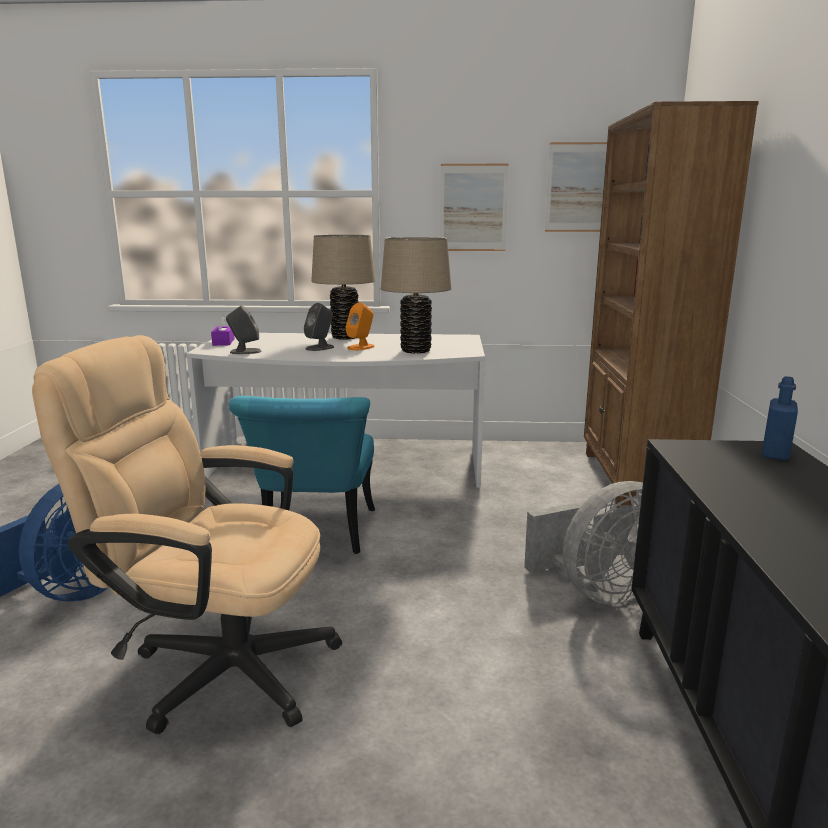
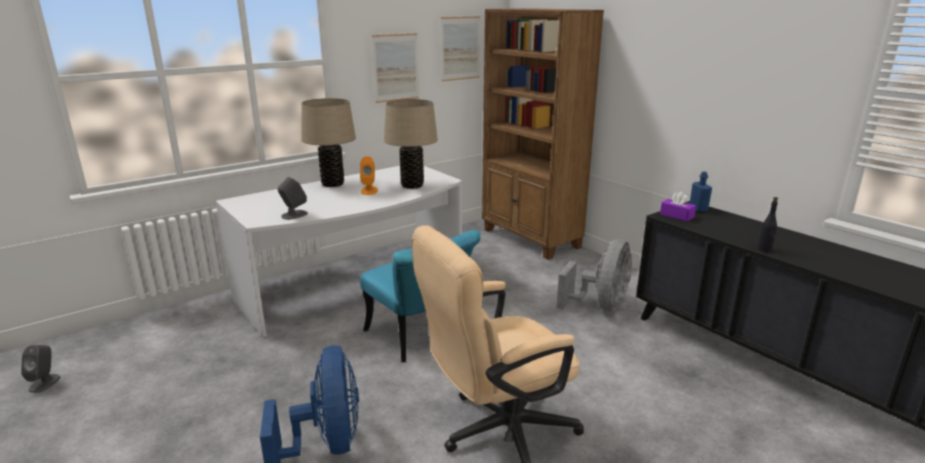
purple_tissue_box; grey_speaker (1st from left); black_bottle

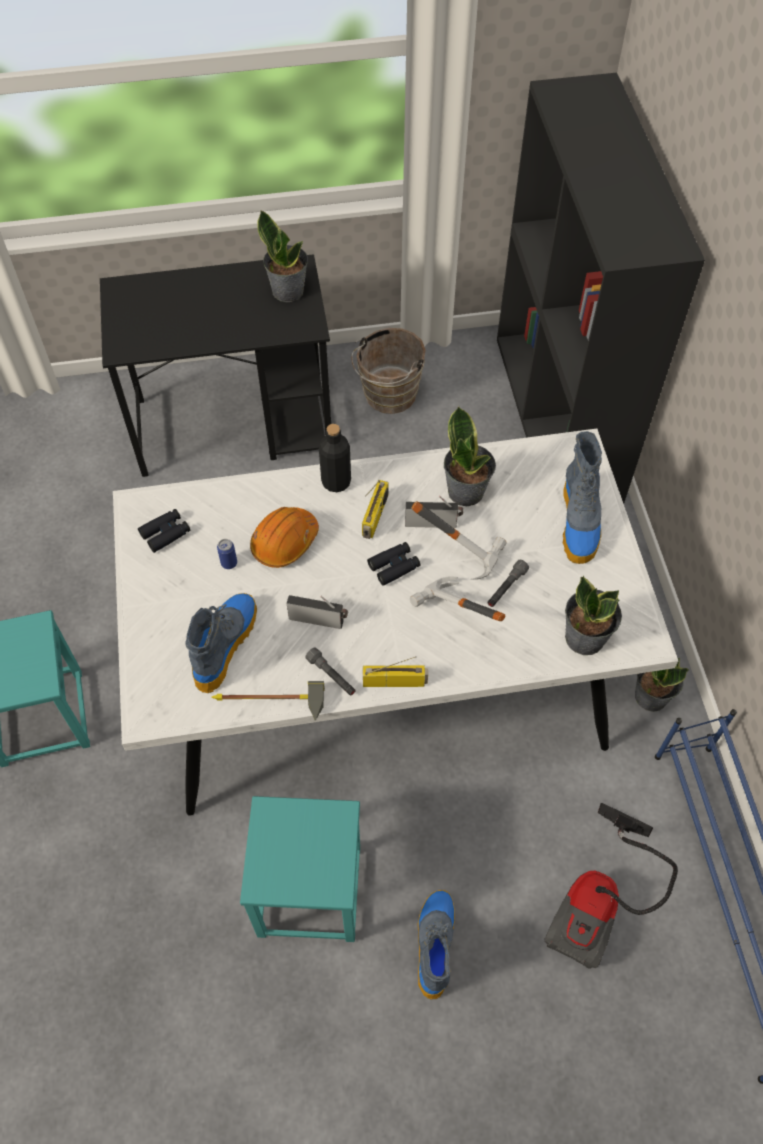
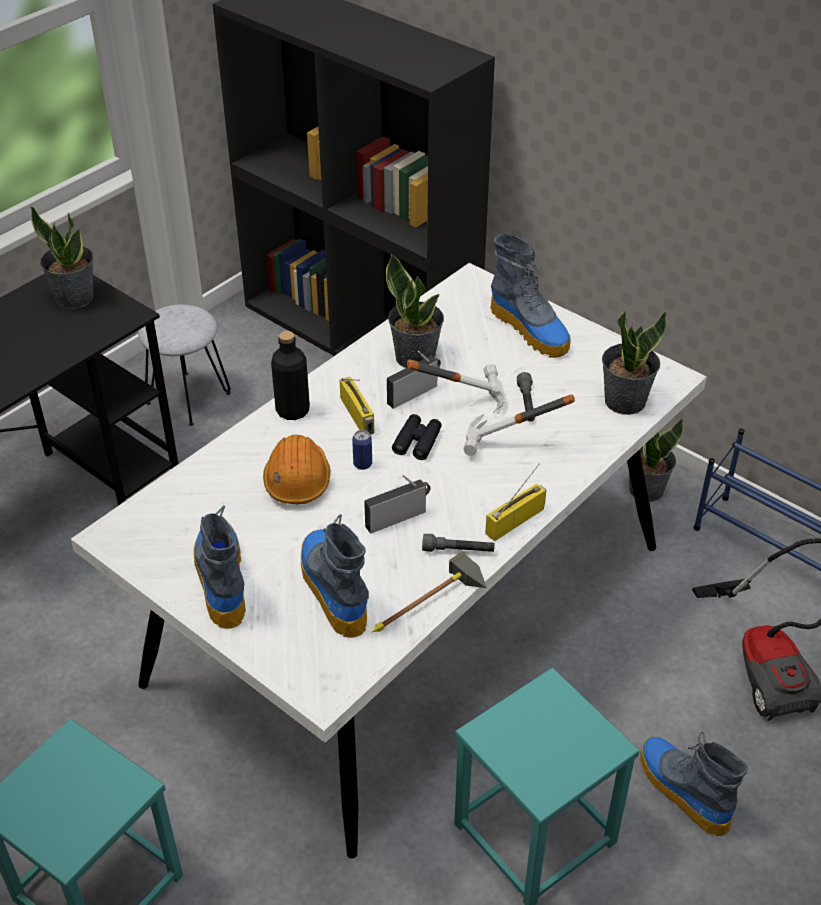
black_binoculars (1st from left in the first image); can; grey_stool; boot (1st from left)

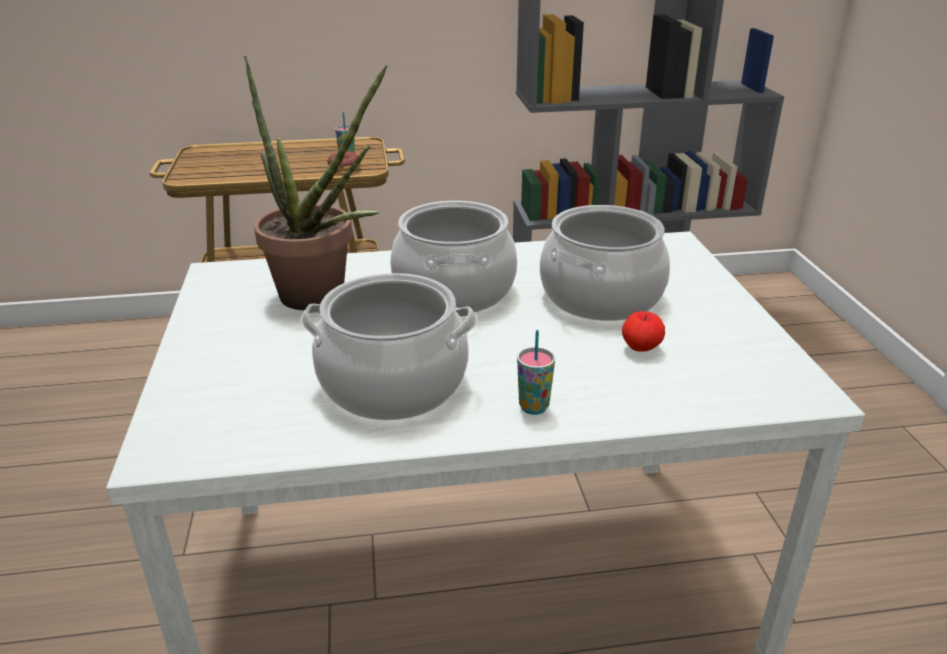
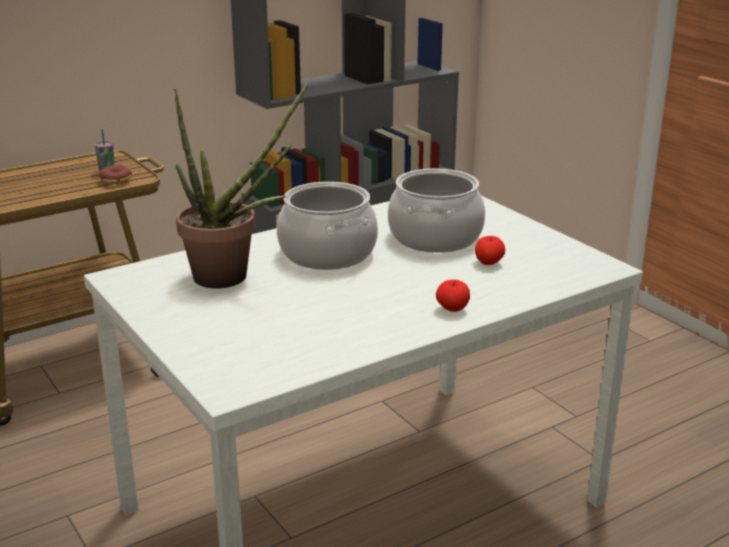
cooking_pot (1st from left in the first image); apple (1st from left)

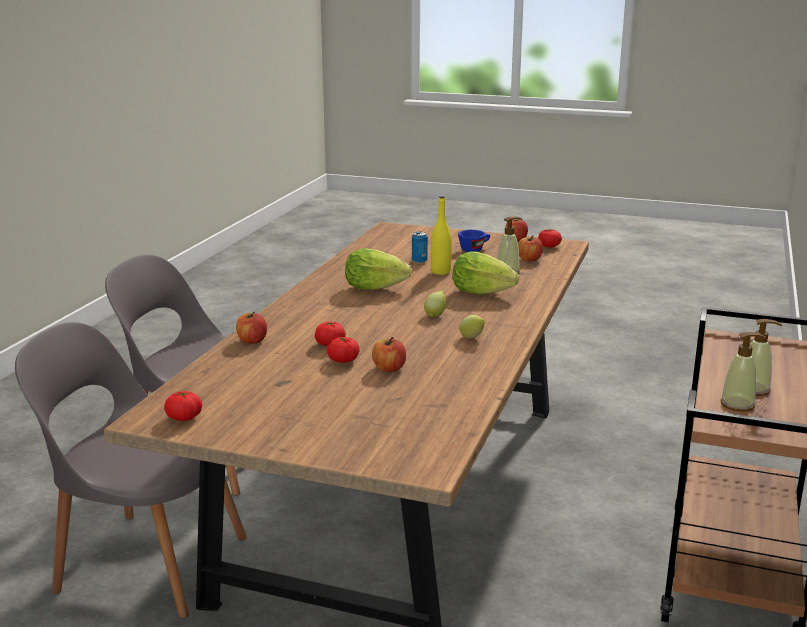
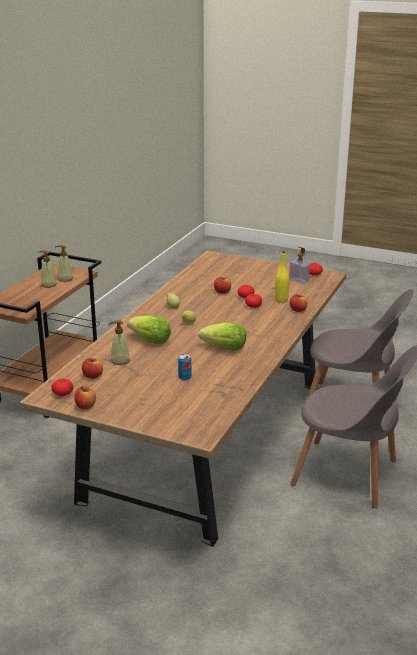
yellow_bottle; blue_cup; soap_dispenser (4th from left)

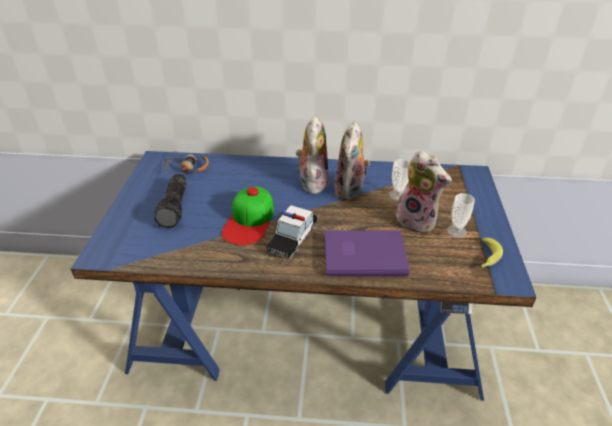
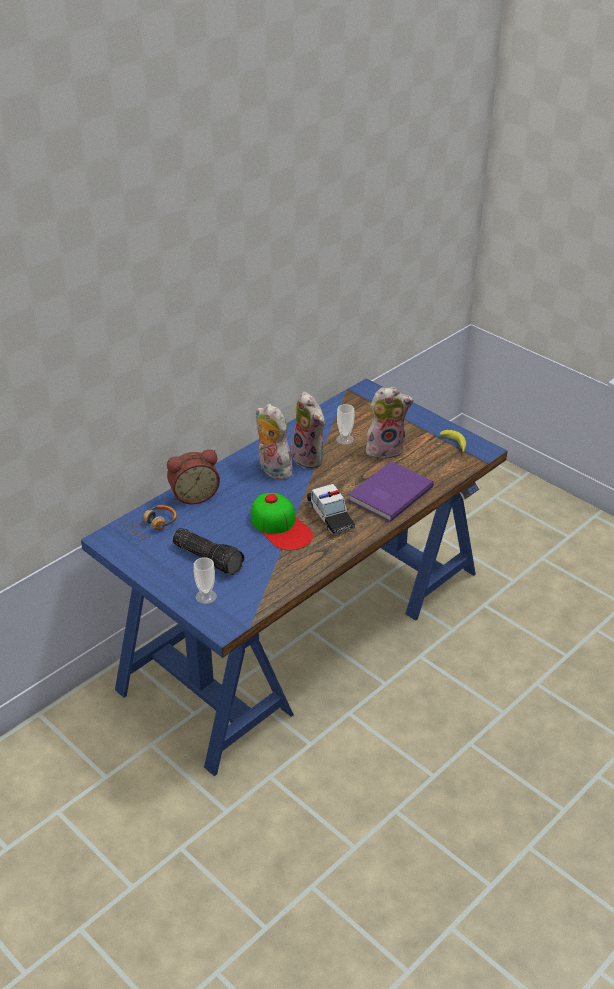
cup (1st from left); alarm_clock

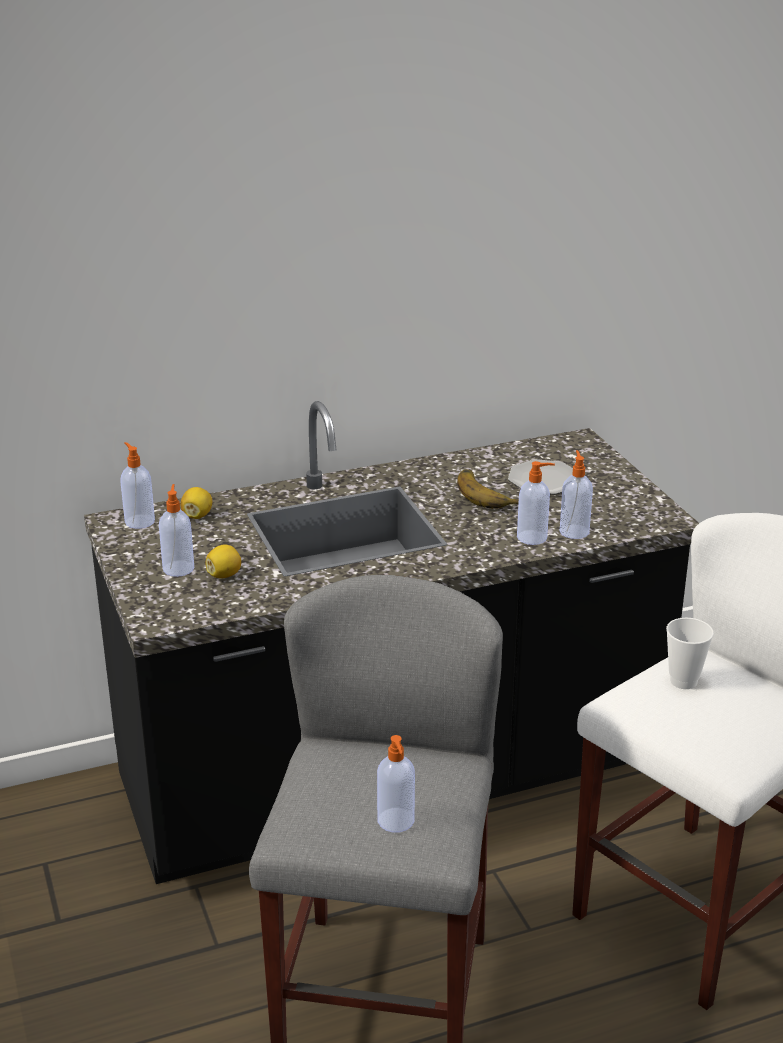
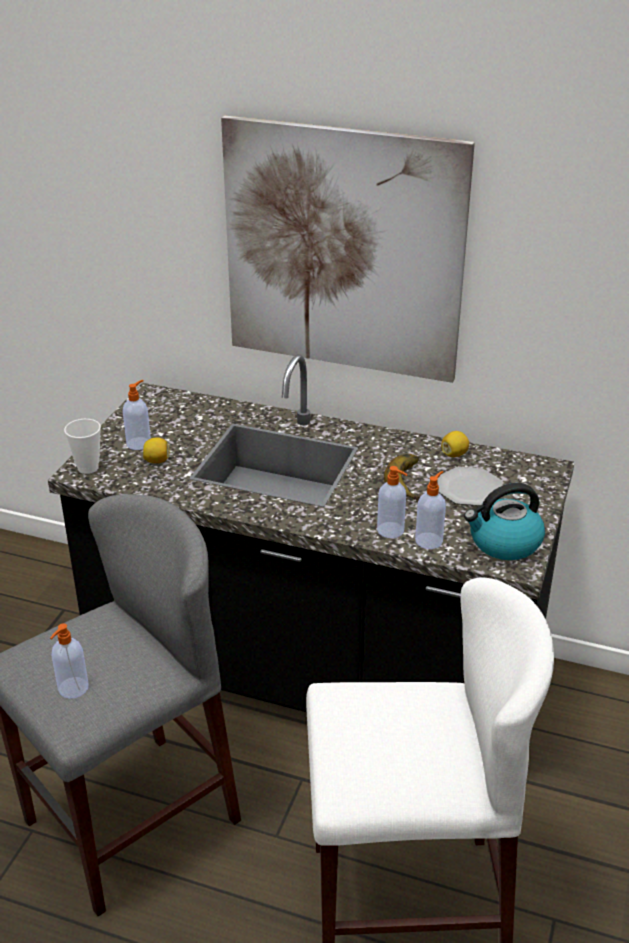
soap_dispenser (1st from left in the first image); lemon (2nd from left); cup; picture; kettle

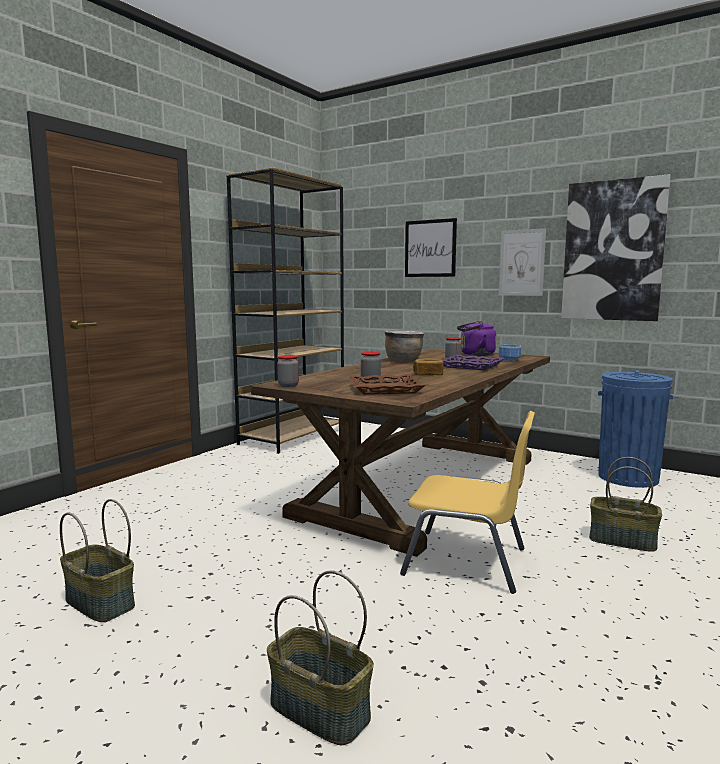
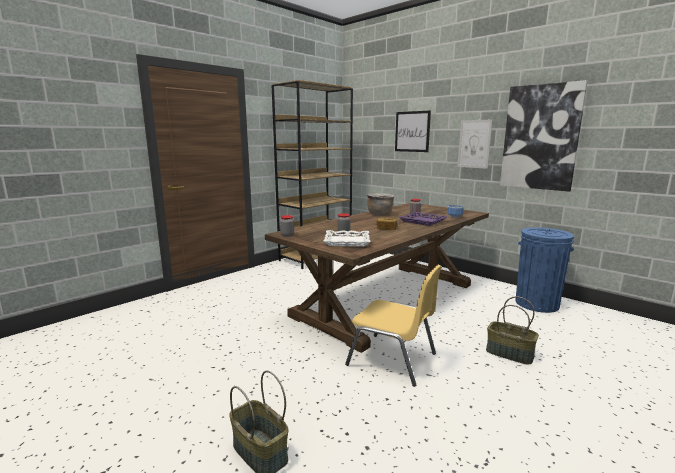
basket (1st from left in the first image); white_tray; purple_kettle

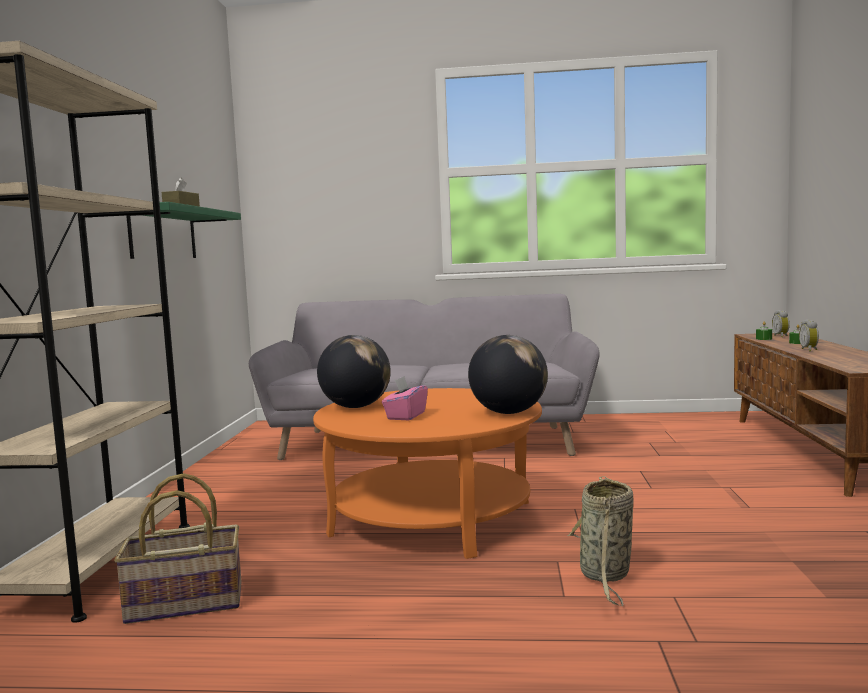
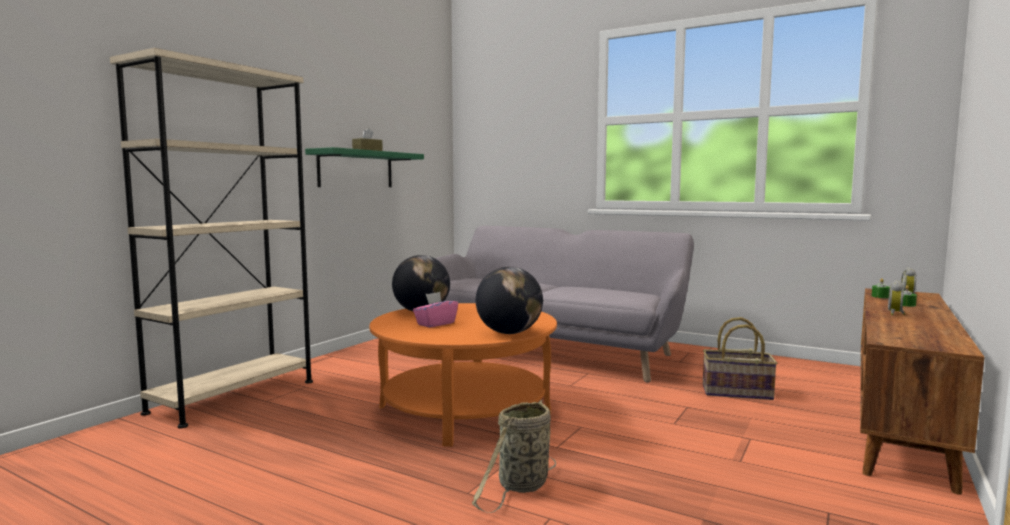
basket (2nd from left)

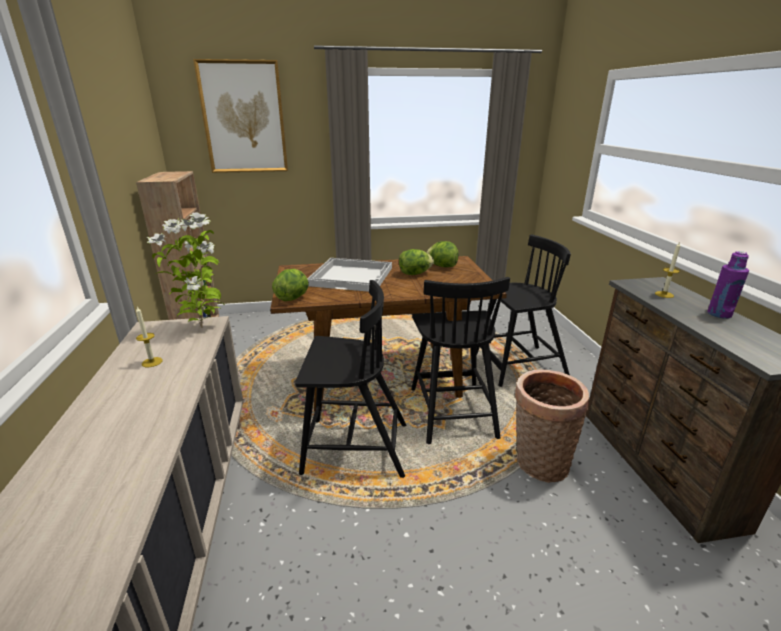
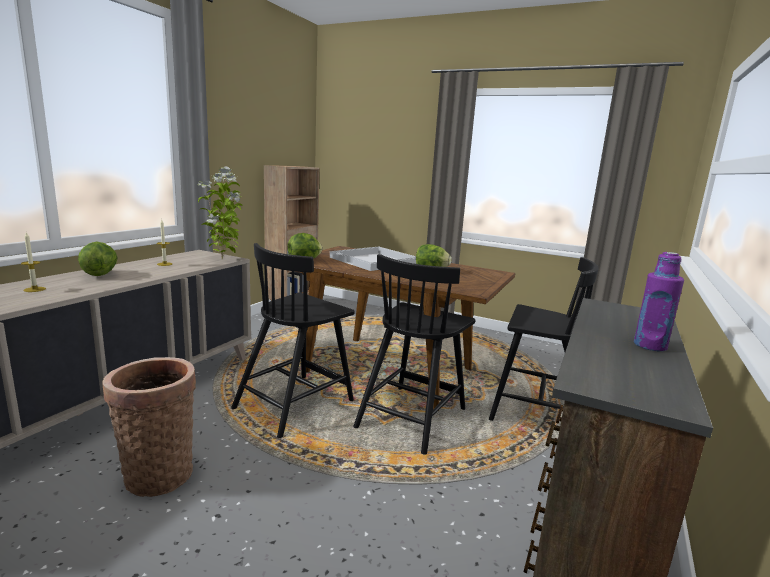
picture; black_chair (1st from left); lettuce (1st from left); basket; candle (1st from left)

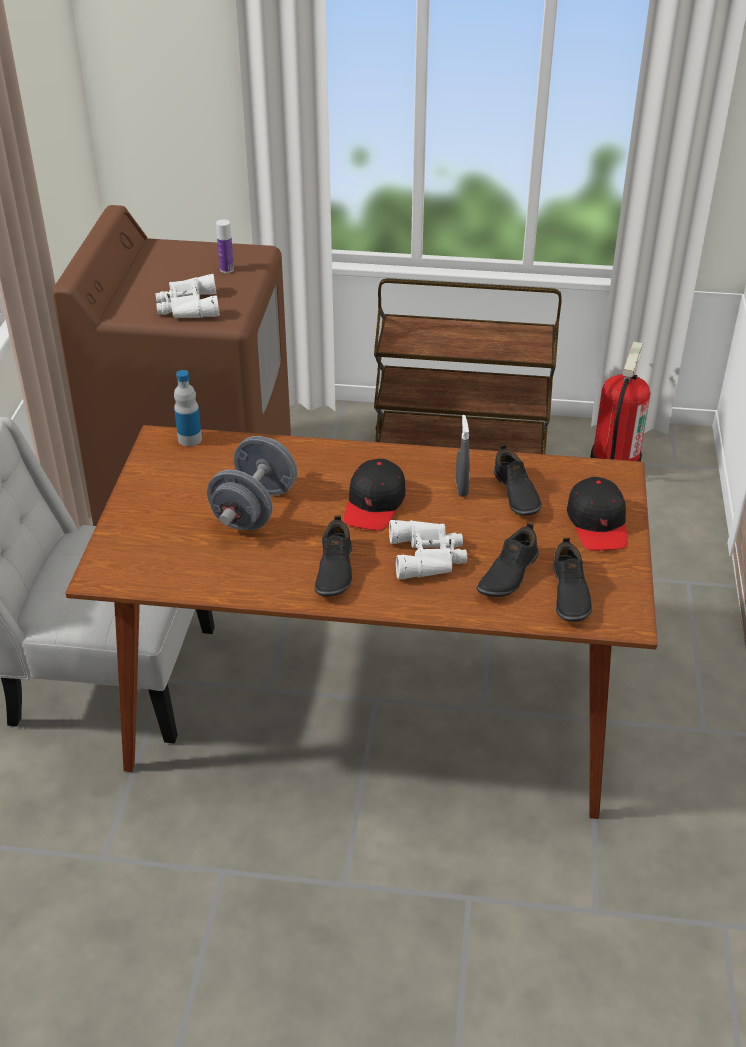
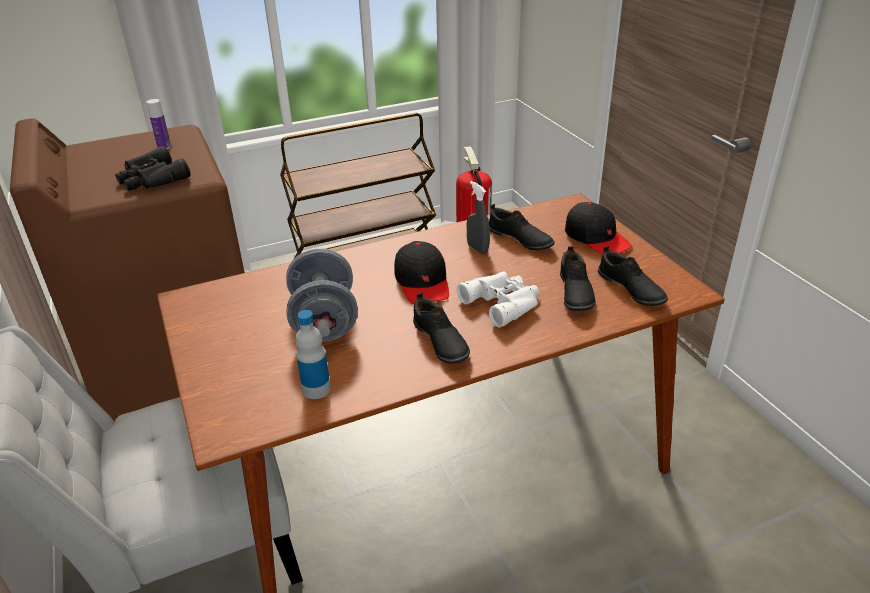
black_binoculars; bottle (2nd from left)

